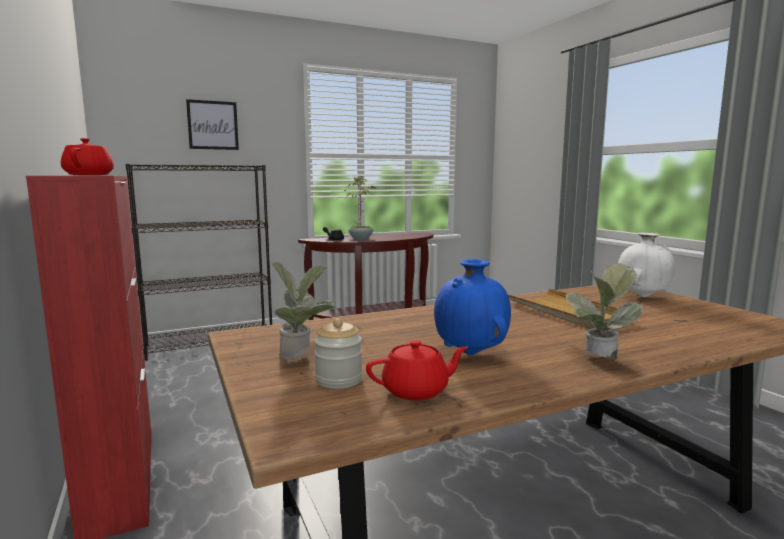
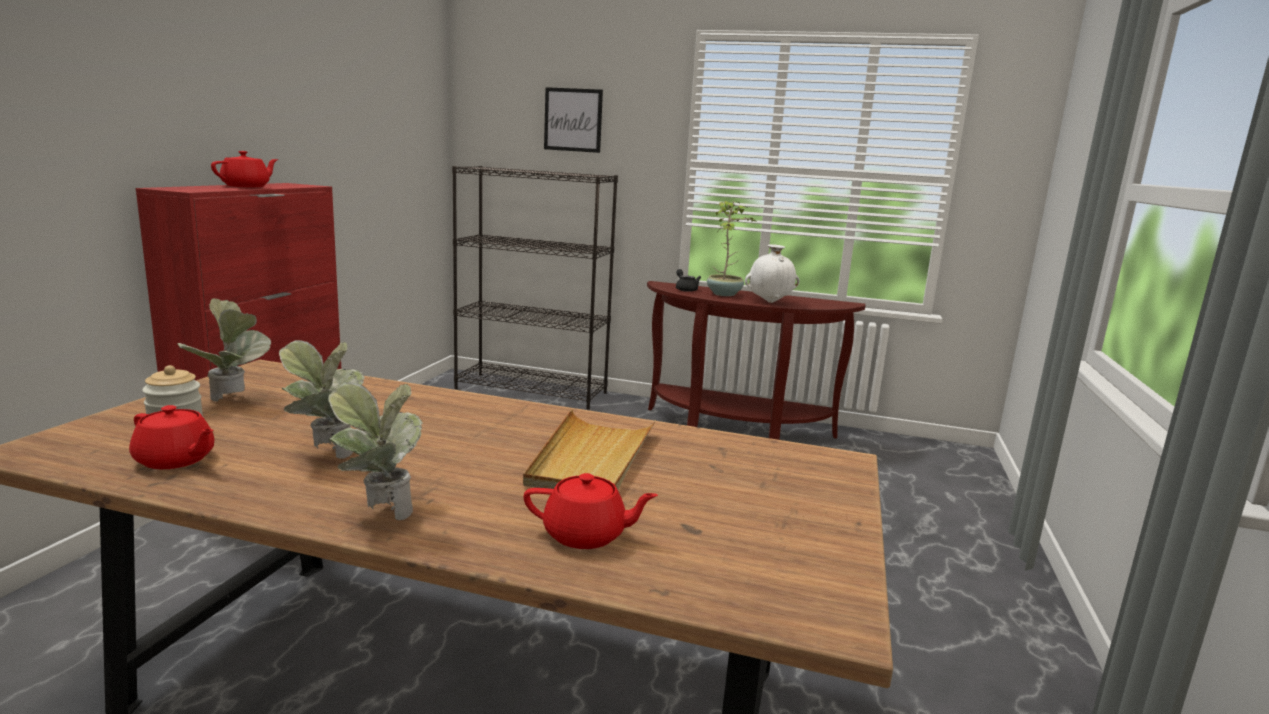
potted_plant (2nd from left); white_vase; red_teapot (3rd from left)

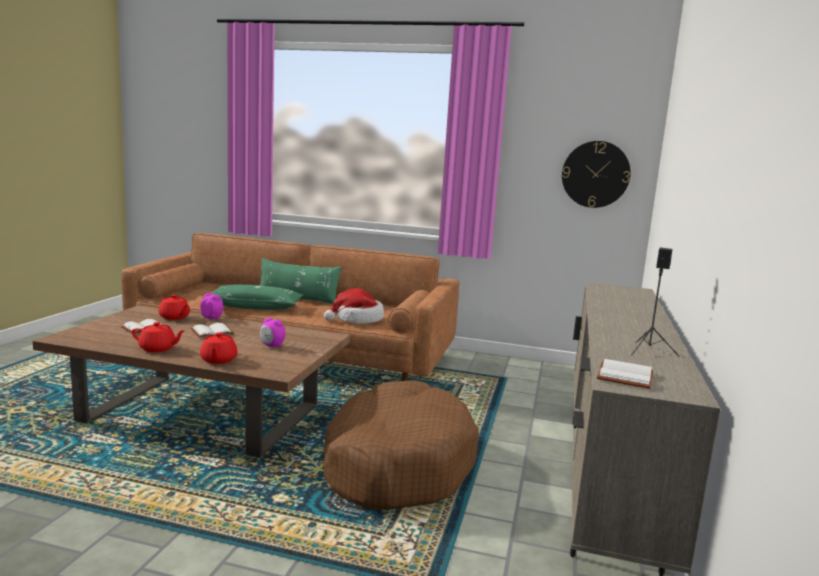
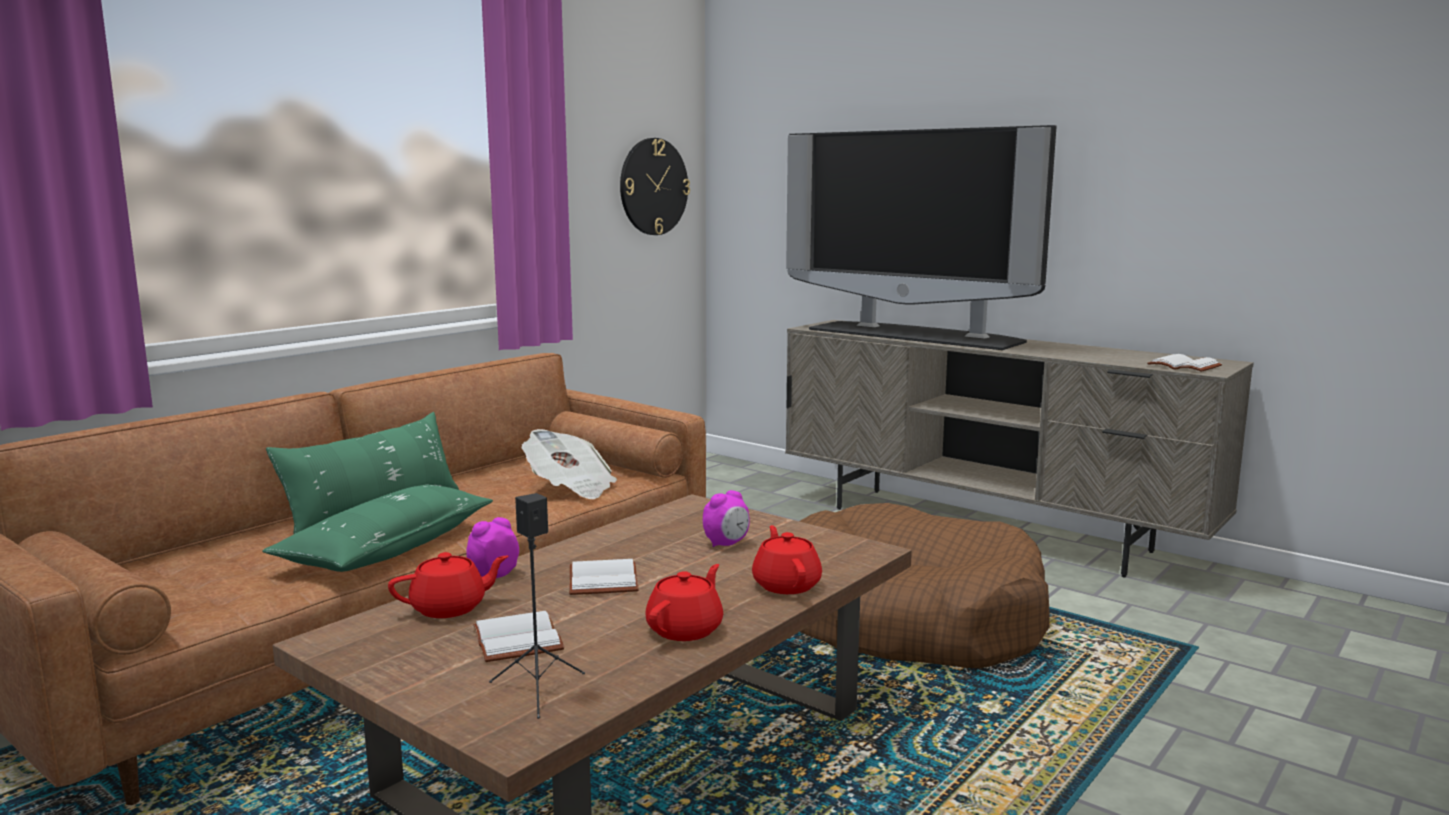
red_teapot (3rd from left); newspaper; black_speaker; television

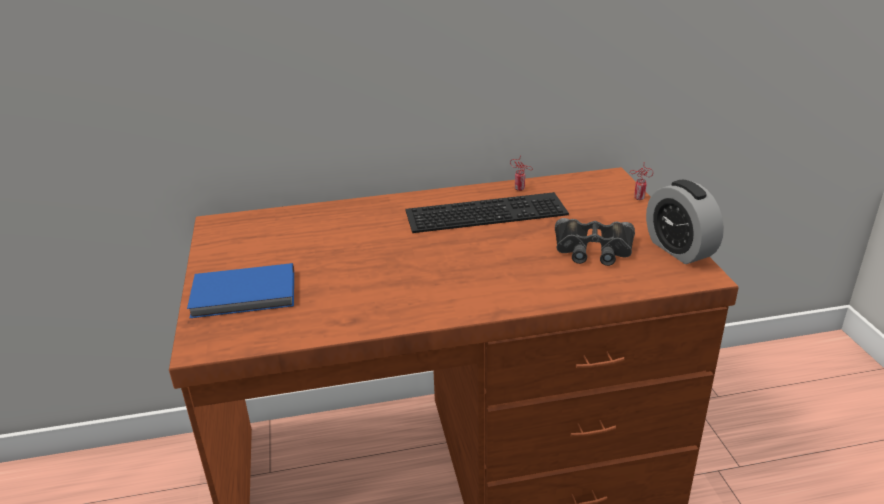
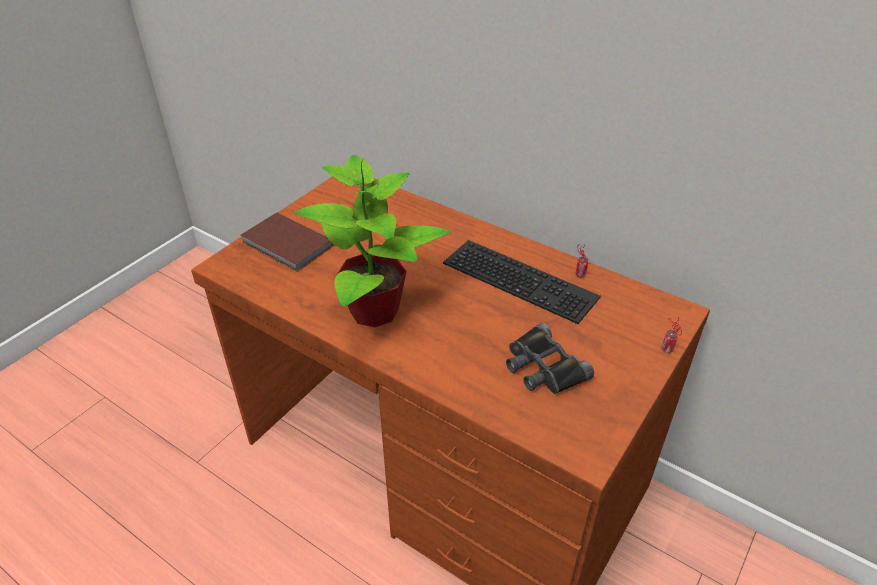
brown_book; alarm_clock; potted_plant

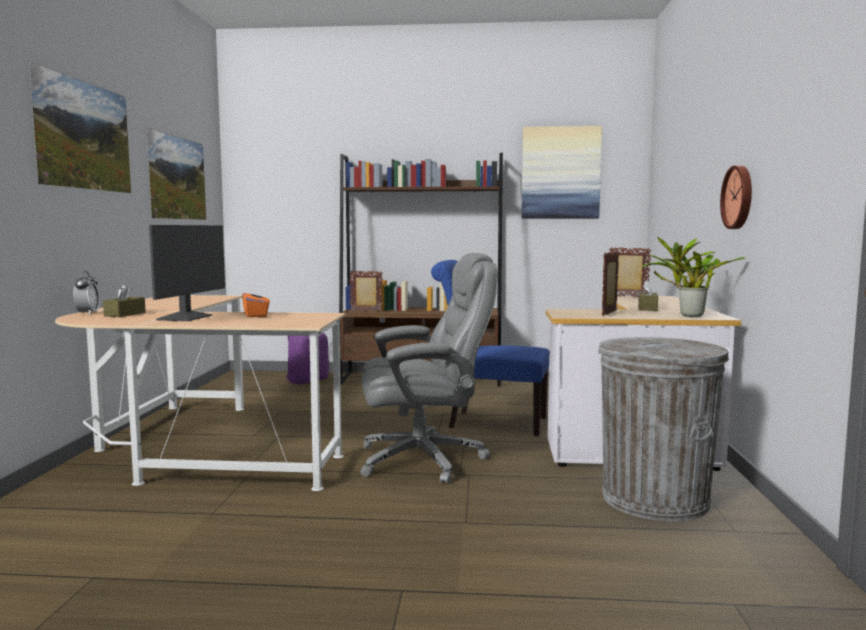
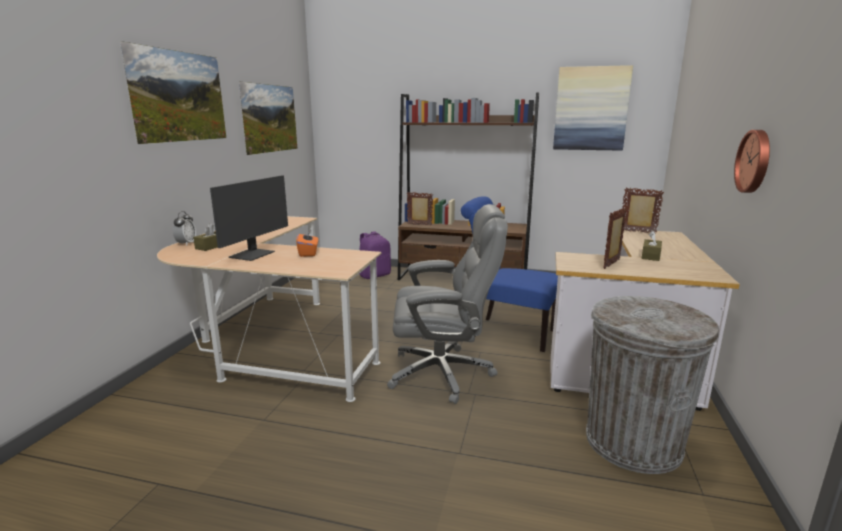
potted_plant

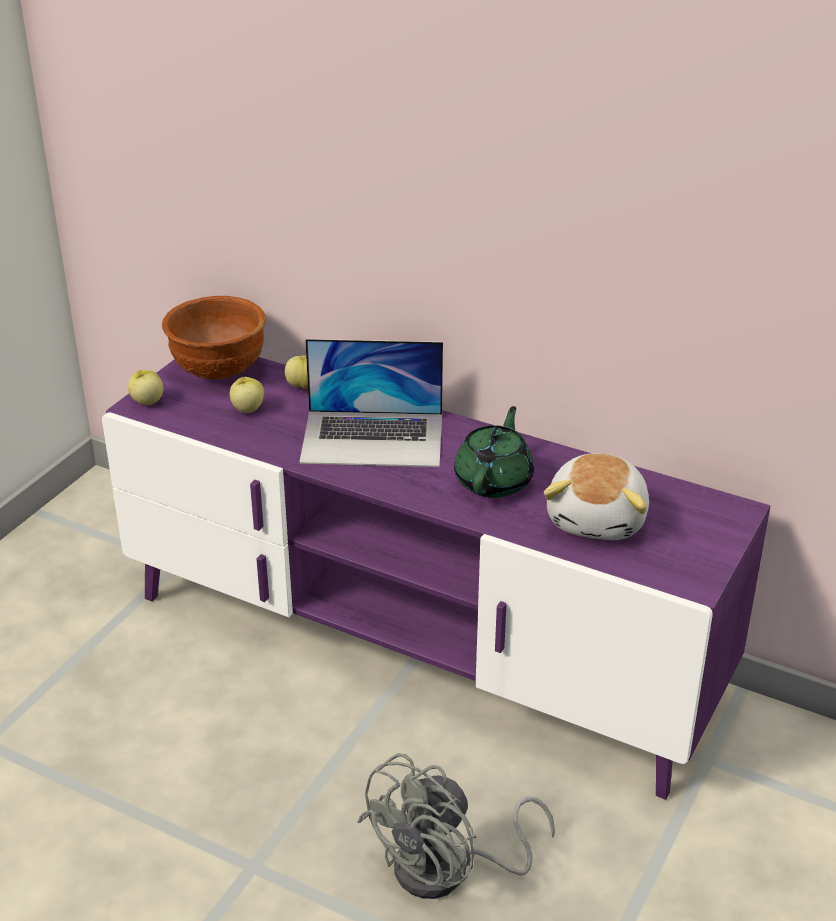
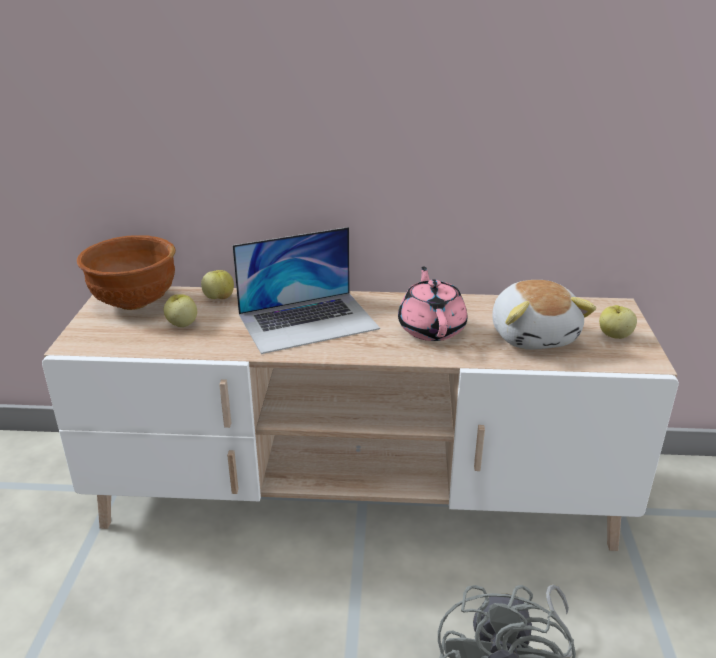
beige_tv_stand; apple (3rd from left); pink_teapot

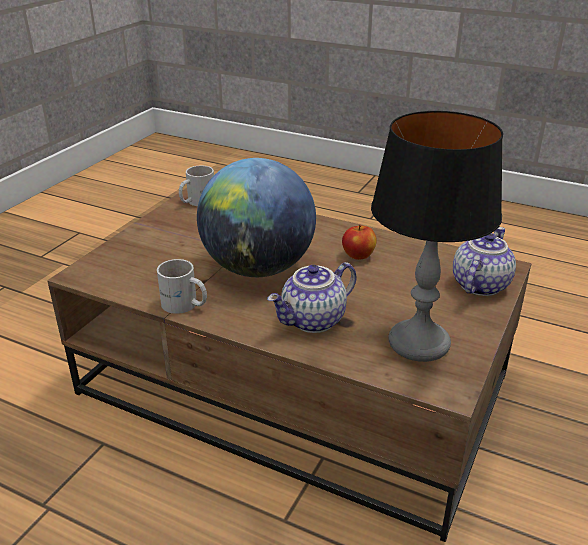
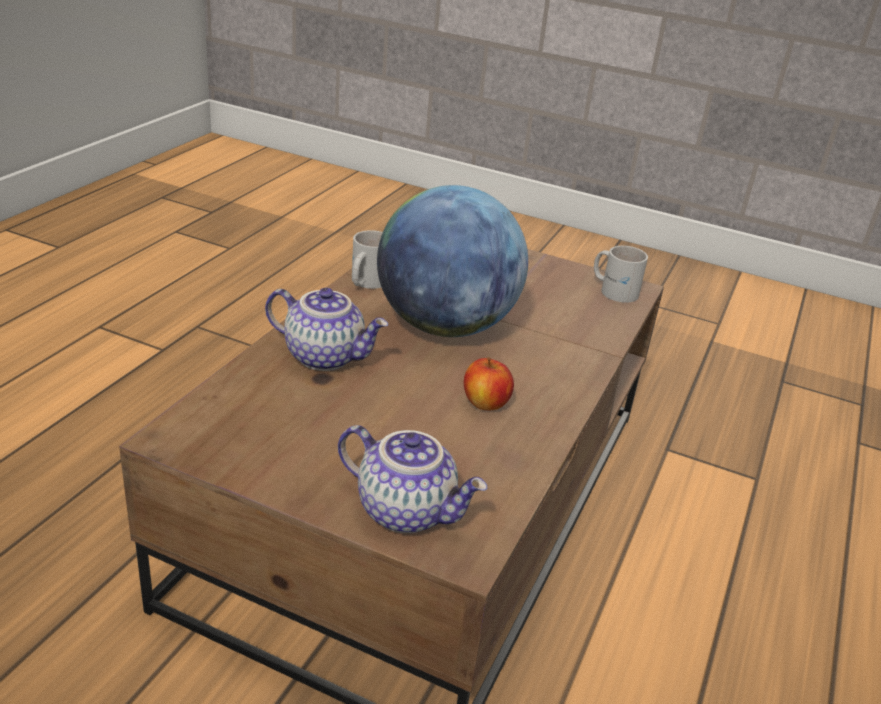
teapot (1st from left); table_lamp

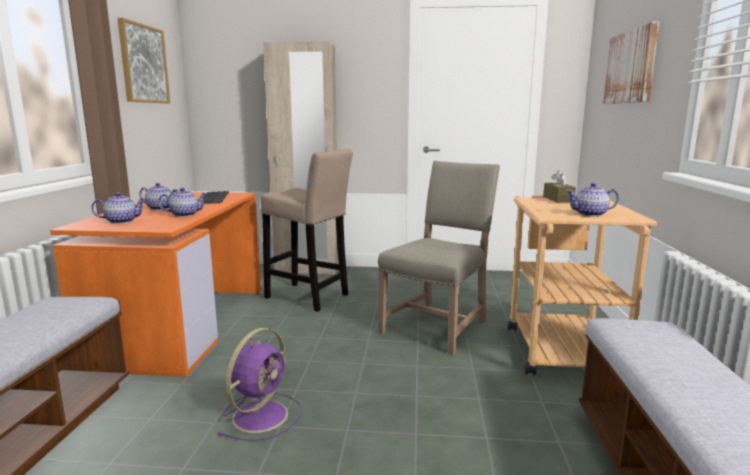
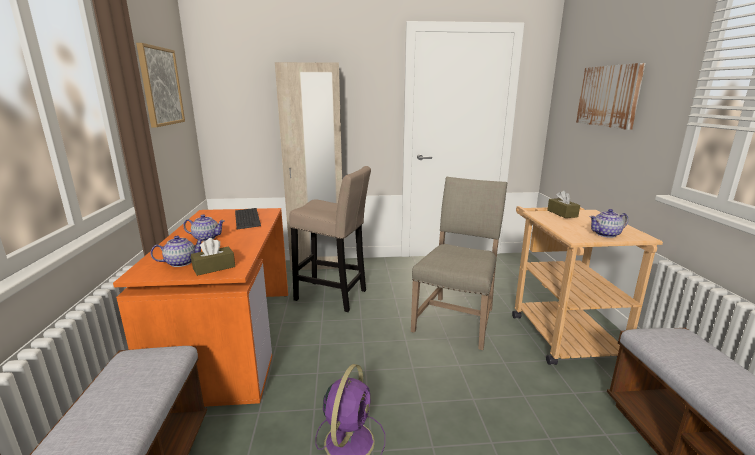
teapot (3rd from left in the first image); brown_tissue_box (1st from left)

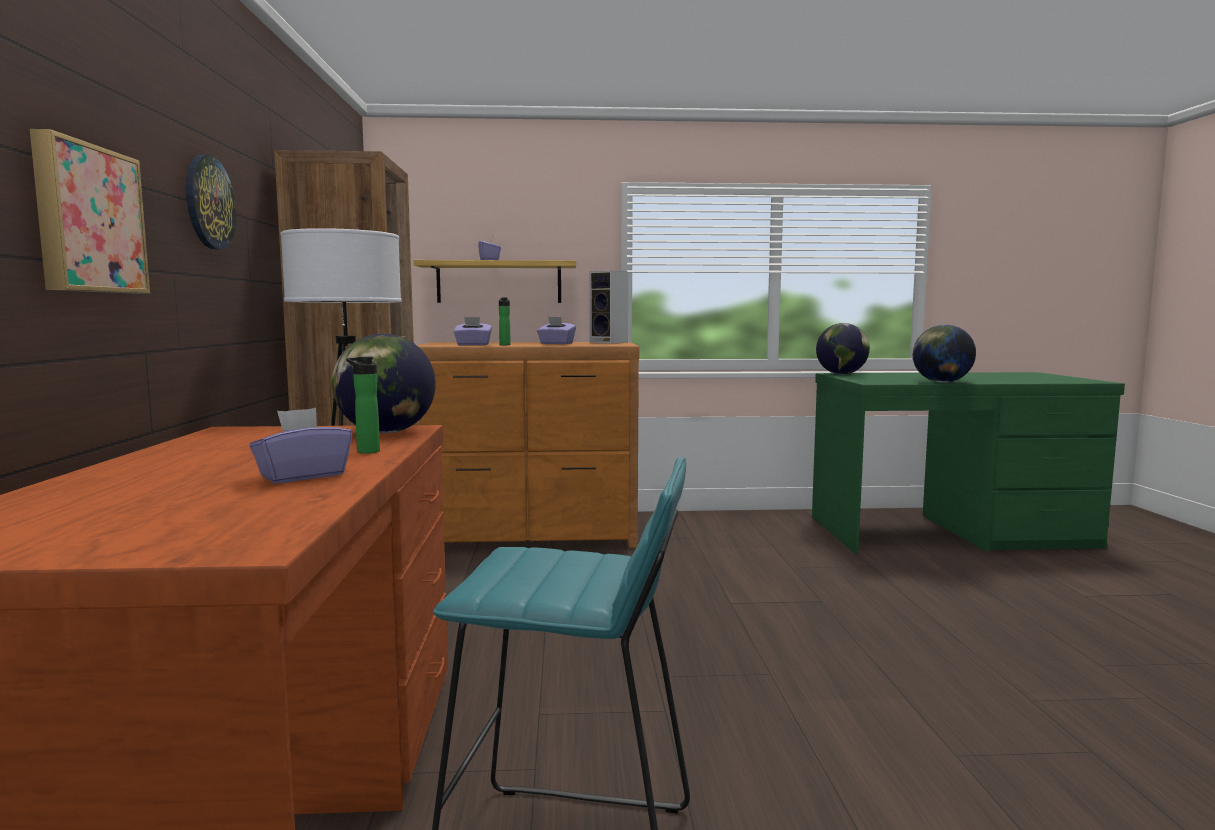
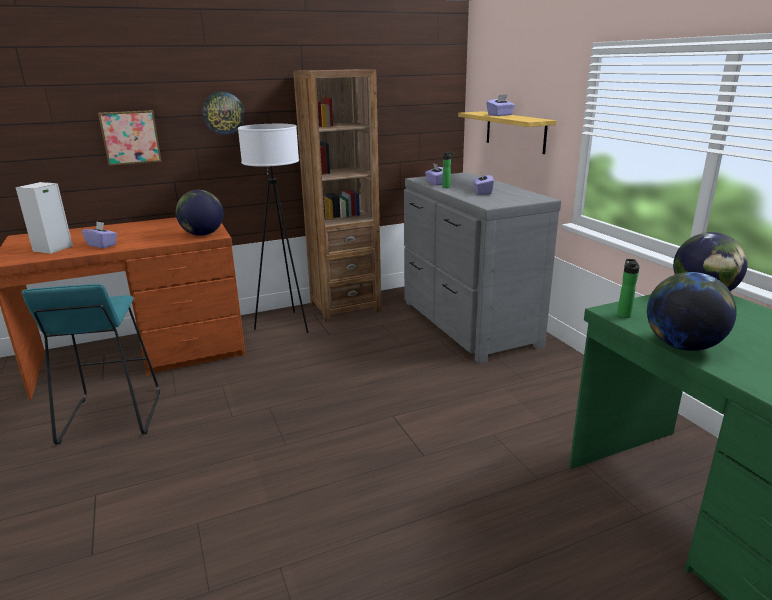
bottle (2nd from left); grey_dresser; speaker

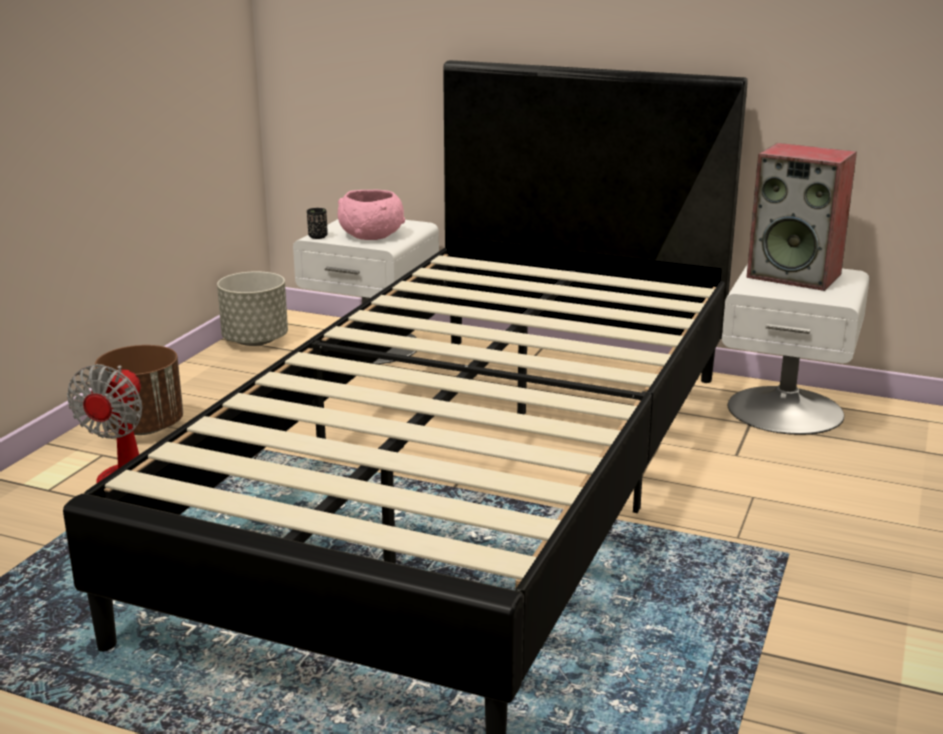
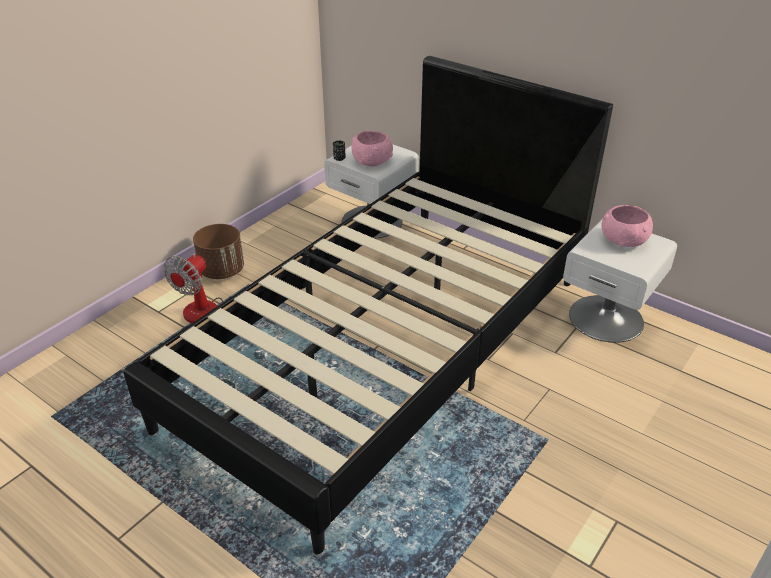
grey_planter; pink_bowl (2nd from left)

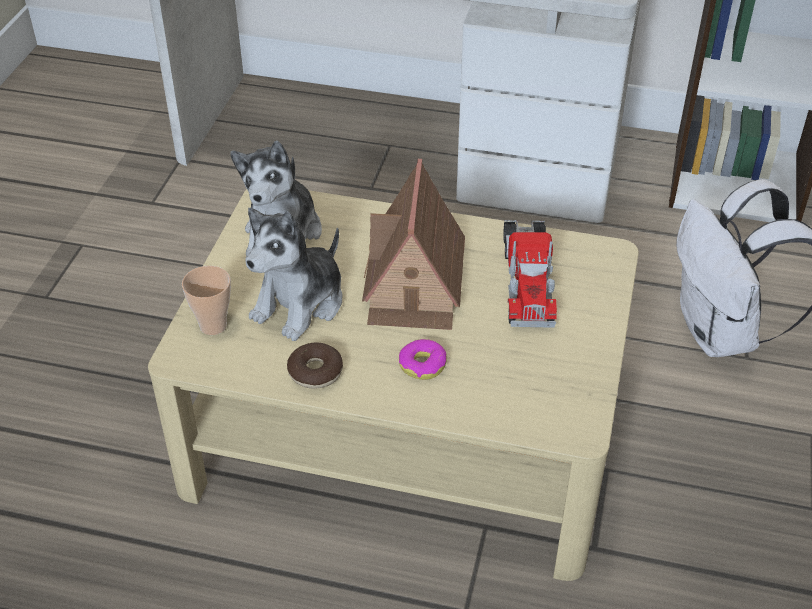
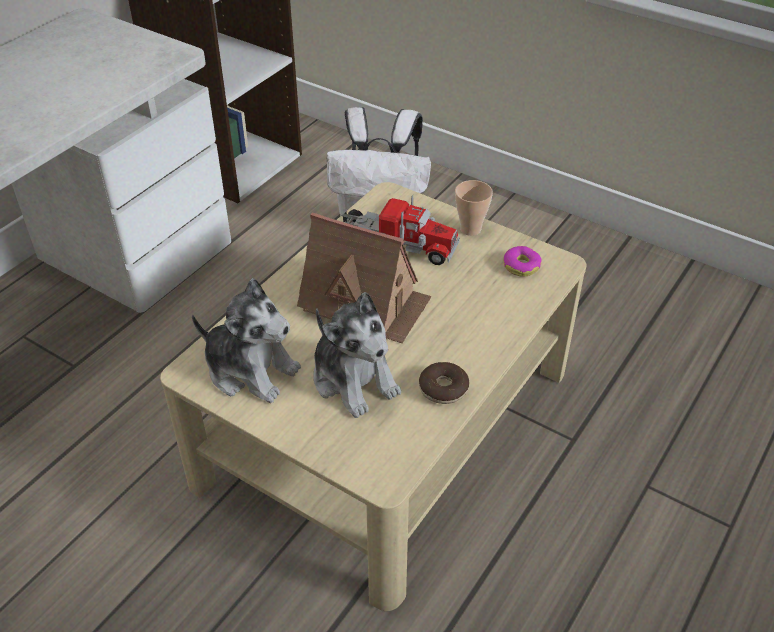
cup; donut (2nd from left)

